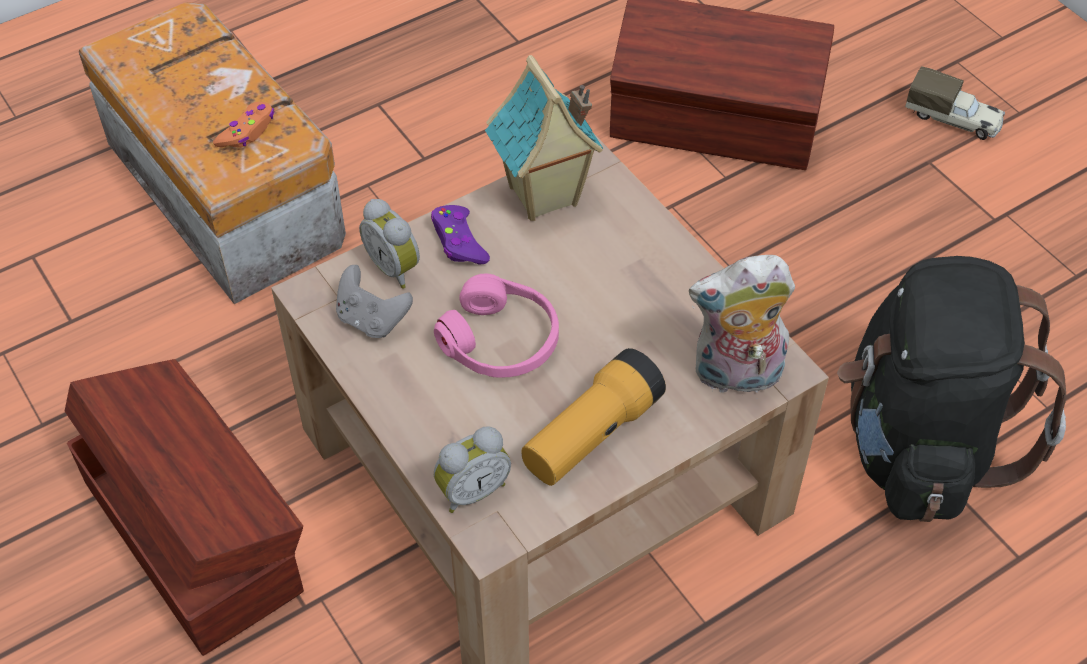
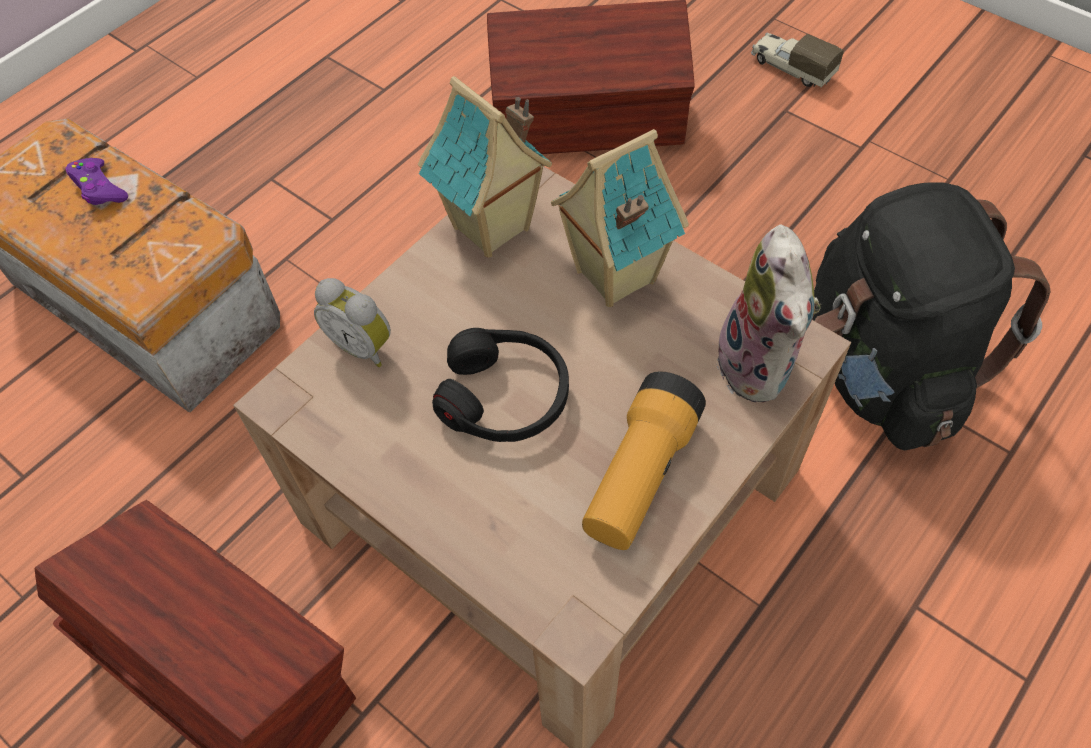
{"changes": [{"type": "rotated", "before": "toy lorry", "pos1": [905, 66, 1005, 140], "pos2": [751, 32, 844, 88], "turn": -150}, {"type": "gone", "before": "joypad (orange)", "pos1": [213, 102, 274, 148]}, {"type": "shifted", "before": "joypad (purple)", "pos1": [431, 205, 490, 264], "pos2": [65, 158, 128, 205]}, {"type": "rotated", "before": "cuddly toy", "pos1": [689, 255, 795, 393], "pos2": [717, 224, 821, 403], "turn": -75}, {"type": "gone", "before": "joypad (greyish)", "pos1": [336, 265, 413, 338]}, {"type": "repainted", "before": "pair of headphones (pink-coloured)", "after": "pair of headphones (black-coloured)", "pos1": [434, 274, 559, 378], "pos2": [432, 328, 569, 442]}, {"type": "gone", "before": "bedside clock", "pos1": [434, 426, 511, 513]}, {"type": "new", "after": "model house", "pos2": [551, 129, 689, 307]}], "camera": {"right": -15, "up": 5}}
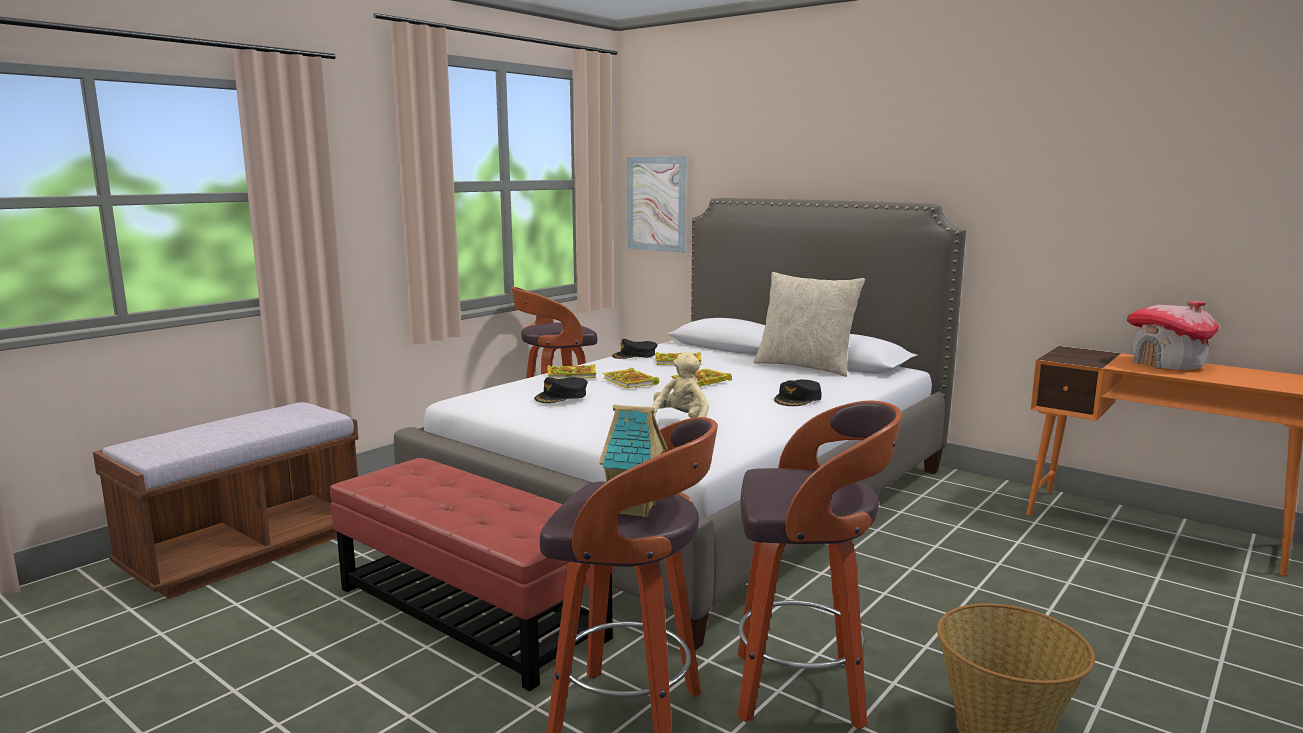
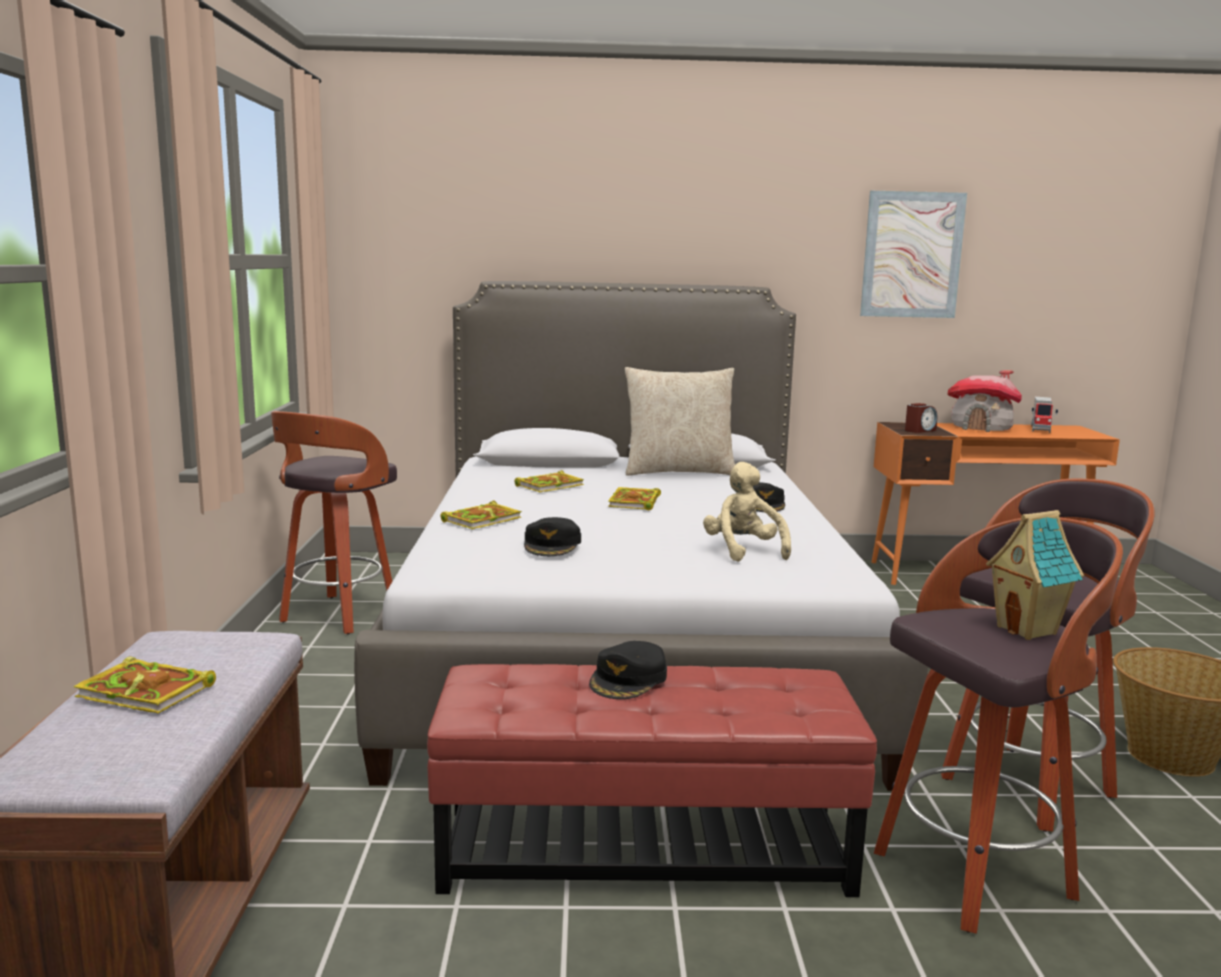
{"changes": [{"type": "shifted", "before": "wall picture", "pos1": [627, 156, 687, 253], "pos2": [860, 191, 967, 318]}, {"type": "shifted", "before": "peaked cap (black-coloured)", "pos1": [612, 339, 657, 359], "pos2": [589, 641, 667, 699]}, {"type": "shifted", "before": "book", "pos1": [603, 368, 659, 388], "pos2": [74, 656, 216, 713]}, {"type": "new", "after": "toy lorry", "pos2": [1031, 397, 1058, 433]}, {"type": "new", "after": "bedside clock", "pos2": [905, 403, 937, 433]}], "camera": {"right": -40, "up": 0}}
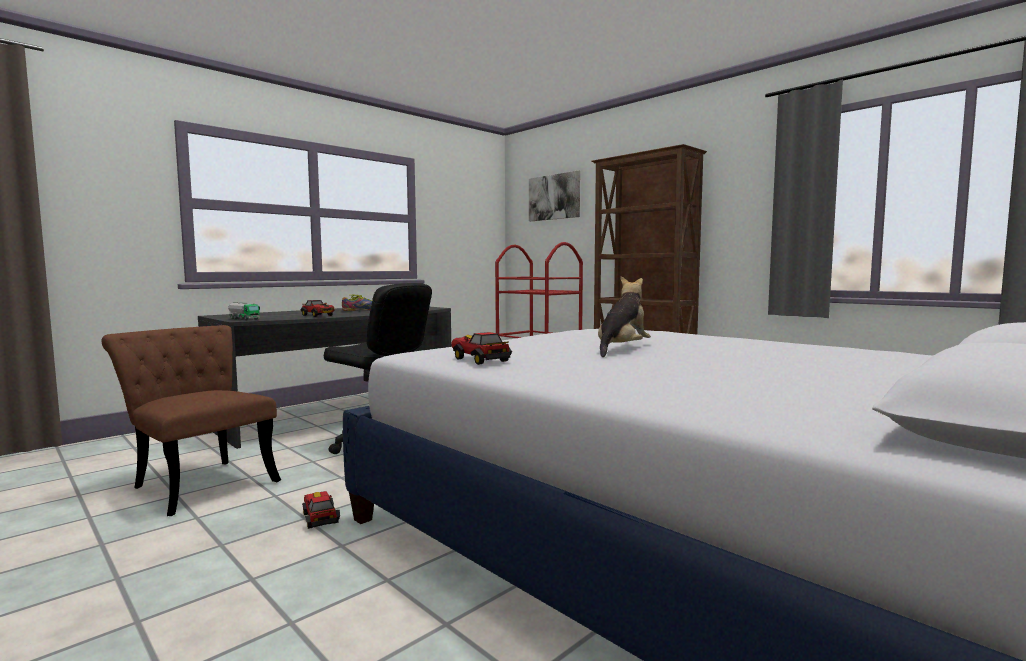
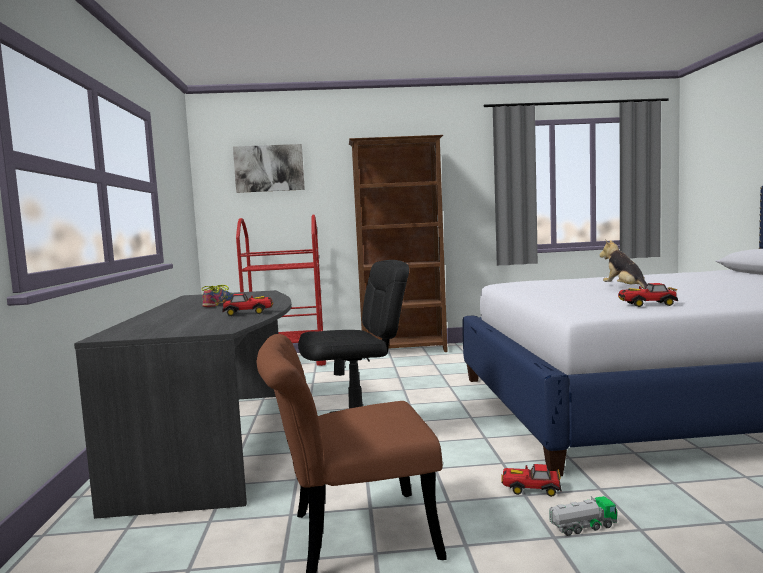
{"changes": [{"type": "shifted", "before": "toy lorry", "pos1": [228, 302, 260, 321], "pos2": [549, 496, 617, 536]}], "camera": {"right": -50, "up": 0}}
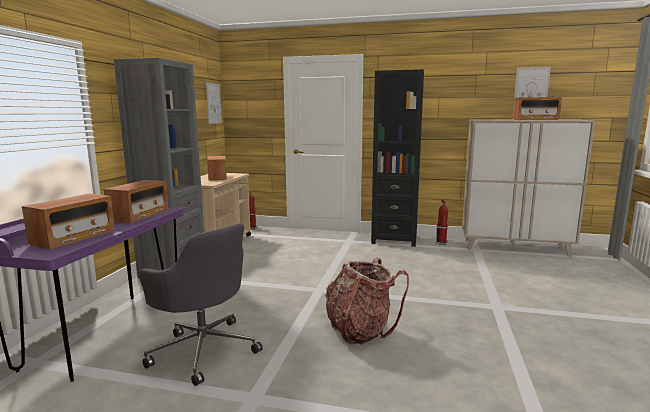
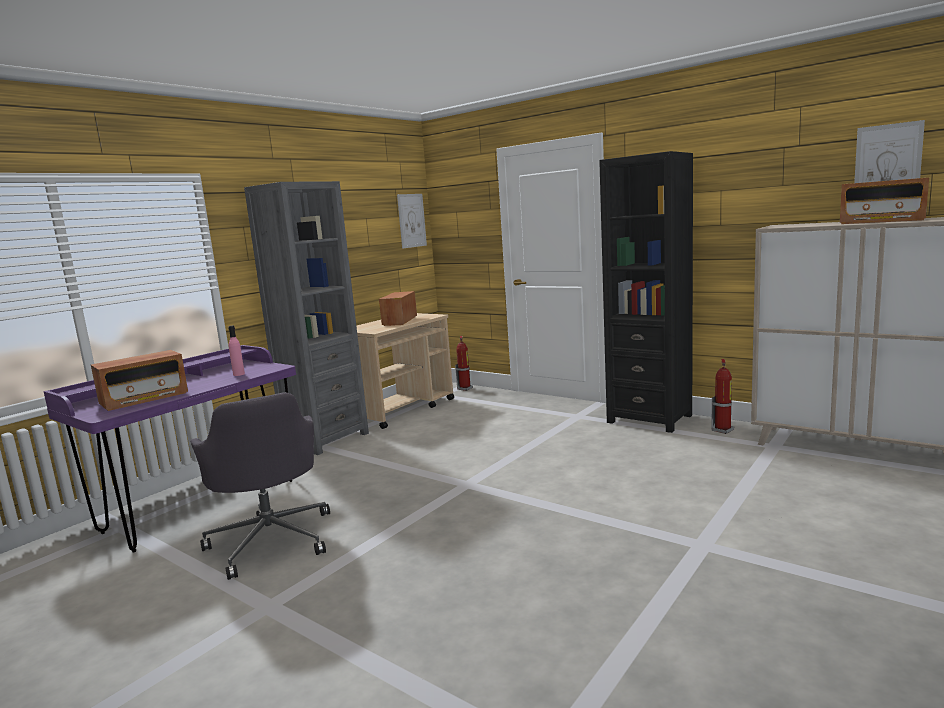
{"changes": [{"type": "swapped", "before": "radio set", "after": "drink bottle (pink-coloured)", "pos1": [104, 180, 168, 223], "pos2": [228, 325, 245, 376]}, {"type": "gone", "before": "backpack", "pos1": [325, 258, 409, 345]}], "camera": {"right": 25, "up": 0}}
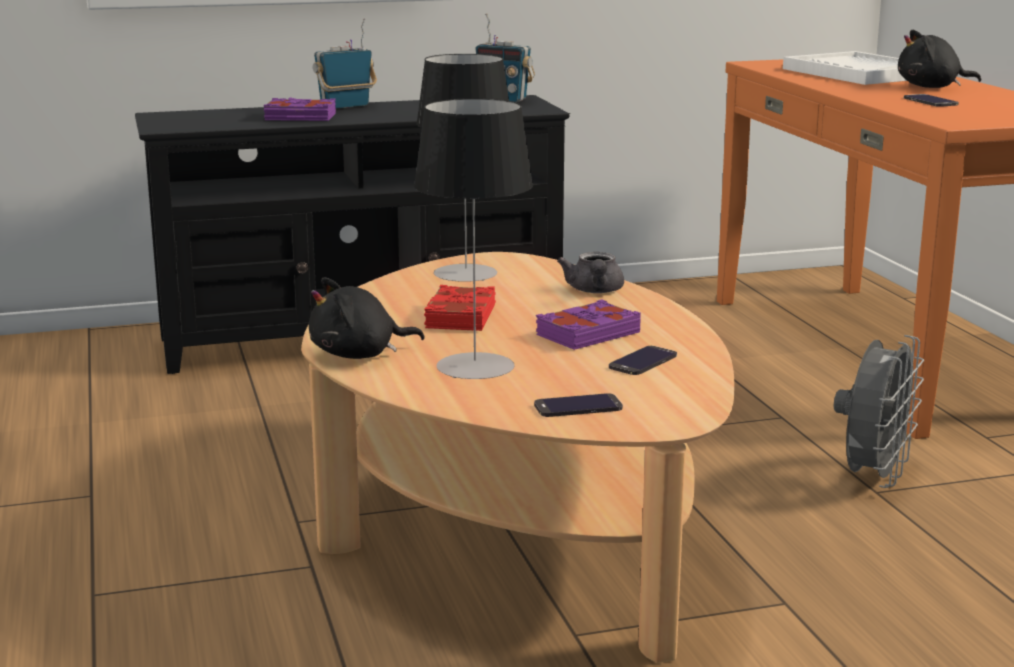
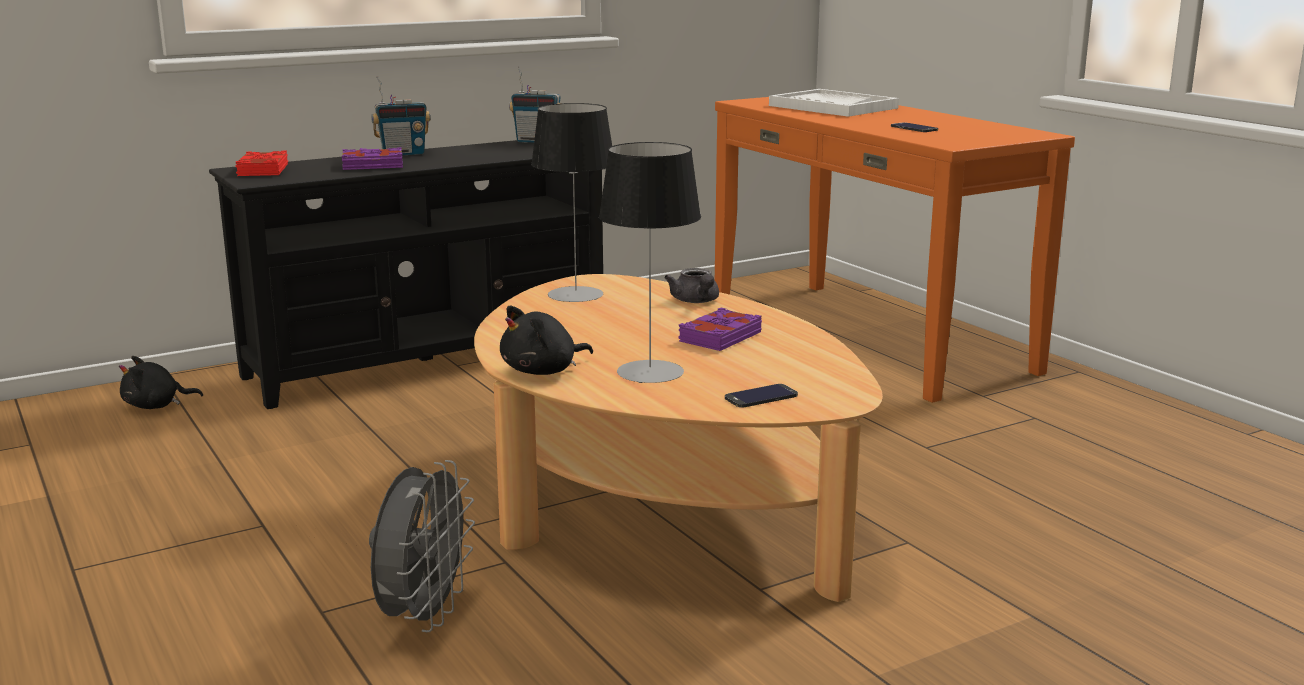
{"changes": [{"type": "rotated", "before": "radio set", "pos1": [313, 18, 377, 109], "pos2": [371, 76, 431, 155], "turn": -150}, {"type": "shifted", "before": "cuddly toy (black-coloured)", "pos1": [898, 30, 981, 88], "pos2": [119, 356, 203, 409]}, {"type": "shifted", "before": "book (red)", "pos1": [424, 285, 496, 331], "pos2": [235, 151, 288, 176]}, {"type": "shifted", "before": "electric fan (greyish)", "pos1": [834, 335, 924, 488], "pos2": [369, 460, 475, 632]}, {"type": "gone", "before": "handset", "pos1": [609, 346, 677, 375]}], "camera": {"right": -15, "up": 0}}
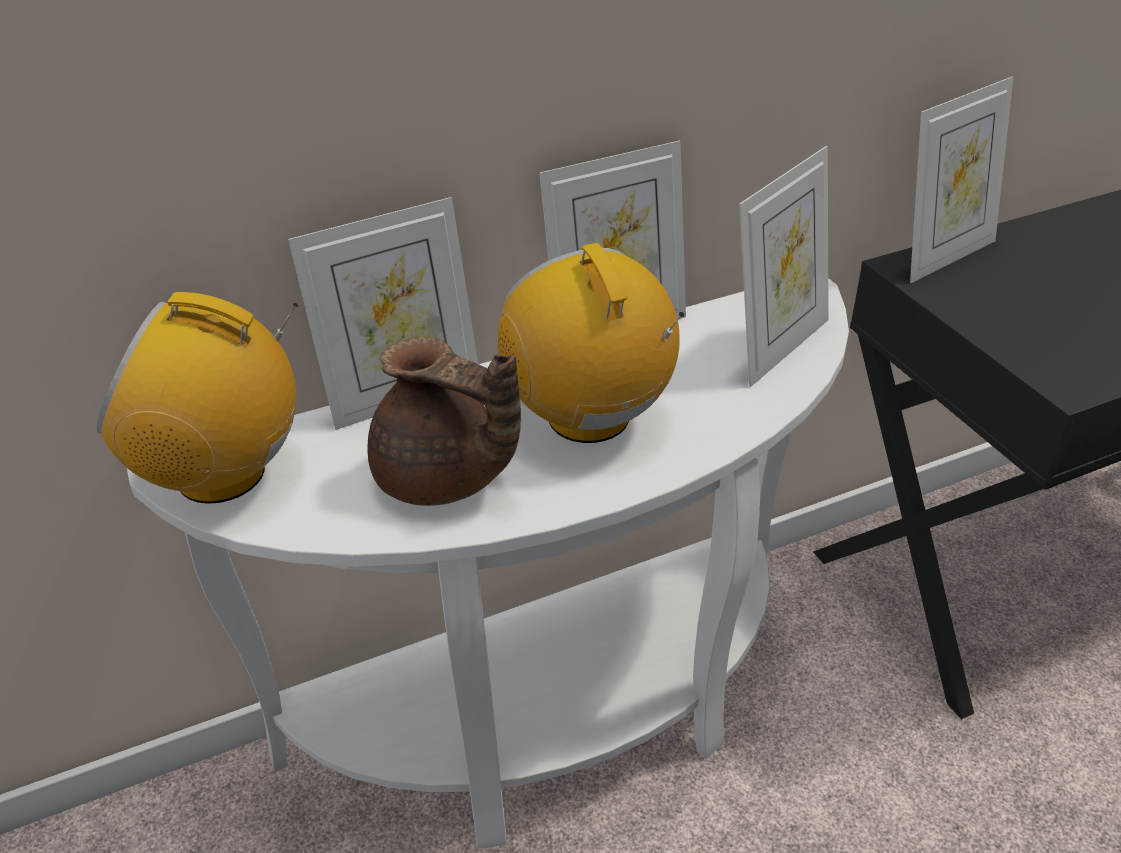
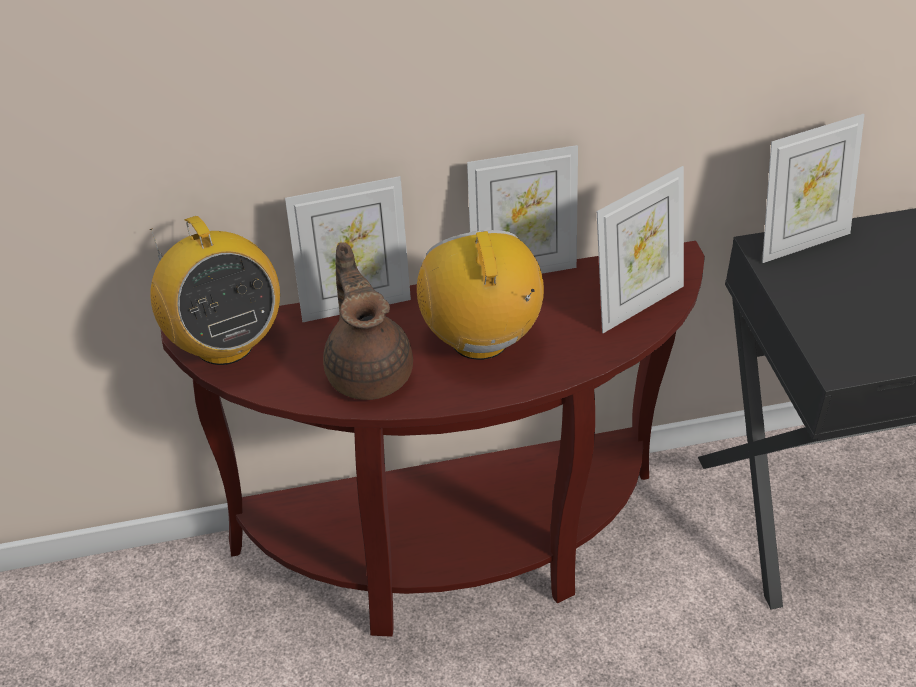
{"changes": [{"type": "repainted", "before": "narrow table (whitish)", "after": "narrow table (brown)", "pos1": [127, 278, 849, 849], "pos2": [161, 241, 705, 637]}, {"type": "rotated", "before": "radio set", "pos1": [97, 292, 298, 504], "pos2": [150, 216, 280, 365], "turn": -135}, {"type": "rotated", "before": "teapot (brown)", "pos1": [368, 337, 521, 506], "pos2": [323, 242, 413, 400], "turn": -150}], "camera": {"right": 10, "up": 5}}
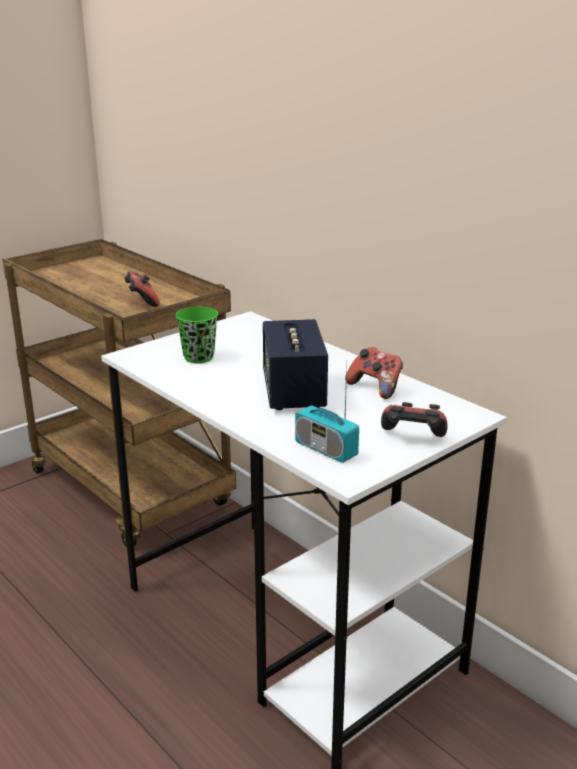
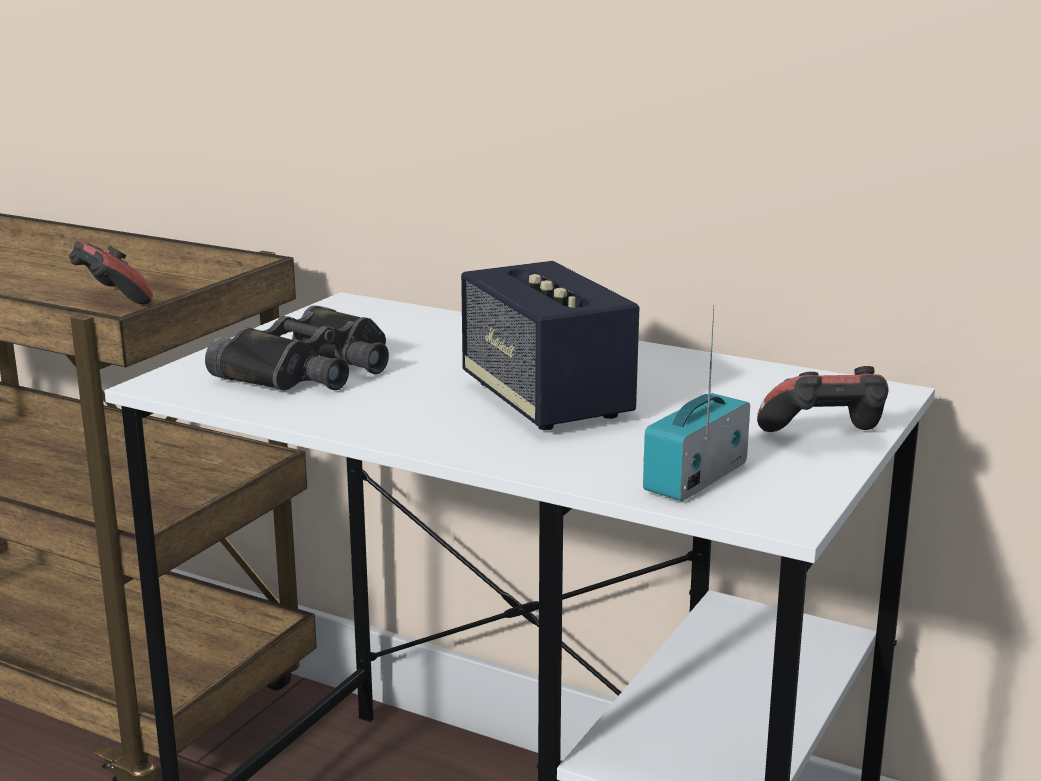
{"changes": [{"type": "swapped", "before": "drinking cup (green)", "after": "binoculars (black-coloured)", "pos1": [175, 307, 218, 363], "pos2": [205, 306, 389, 391]}, {"type": "gone", "before": "joypad", "pos1": [345, 347, 403, 399]}, {"type": "rotated", "before": "radio set", "pos1": [295, 366, 359, 463], "pos2": [643, 305, 750, 501], "turn": 105}], "camera": {"right": -20, "up": -5}}
